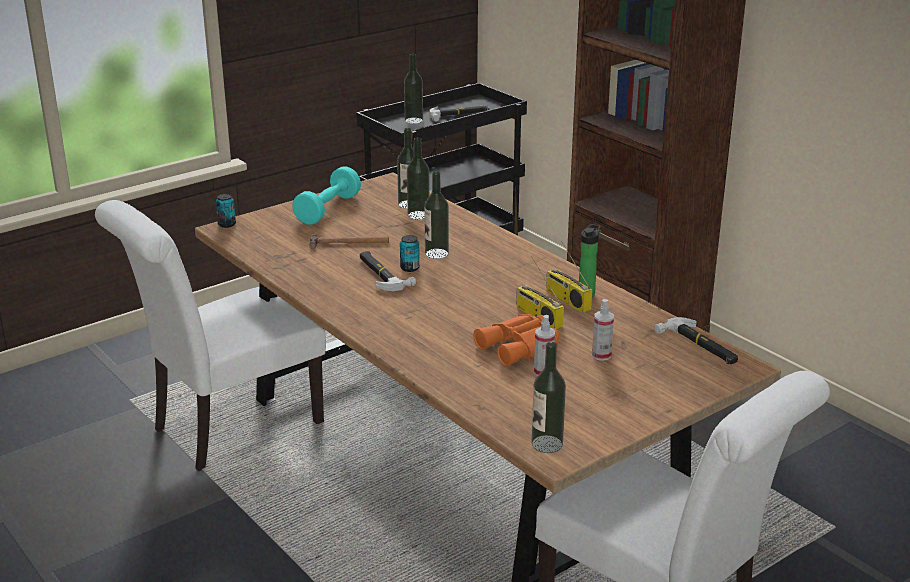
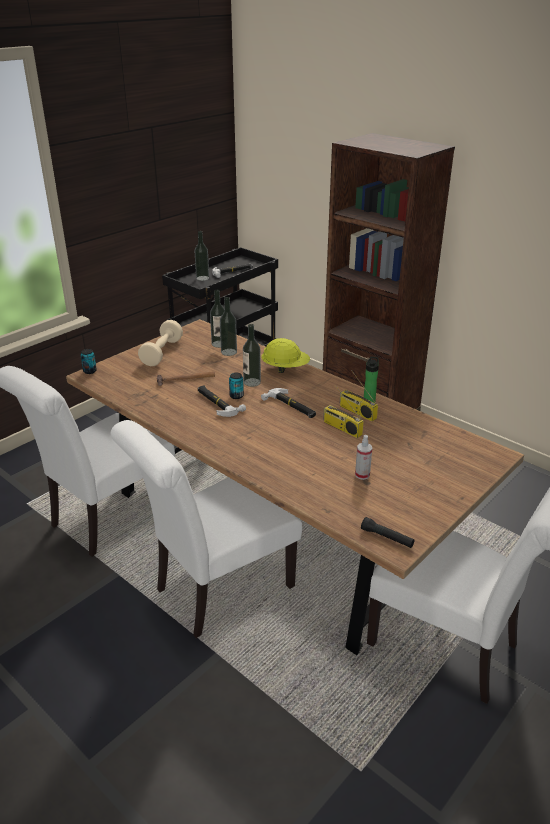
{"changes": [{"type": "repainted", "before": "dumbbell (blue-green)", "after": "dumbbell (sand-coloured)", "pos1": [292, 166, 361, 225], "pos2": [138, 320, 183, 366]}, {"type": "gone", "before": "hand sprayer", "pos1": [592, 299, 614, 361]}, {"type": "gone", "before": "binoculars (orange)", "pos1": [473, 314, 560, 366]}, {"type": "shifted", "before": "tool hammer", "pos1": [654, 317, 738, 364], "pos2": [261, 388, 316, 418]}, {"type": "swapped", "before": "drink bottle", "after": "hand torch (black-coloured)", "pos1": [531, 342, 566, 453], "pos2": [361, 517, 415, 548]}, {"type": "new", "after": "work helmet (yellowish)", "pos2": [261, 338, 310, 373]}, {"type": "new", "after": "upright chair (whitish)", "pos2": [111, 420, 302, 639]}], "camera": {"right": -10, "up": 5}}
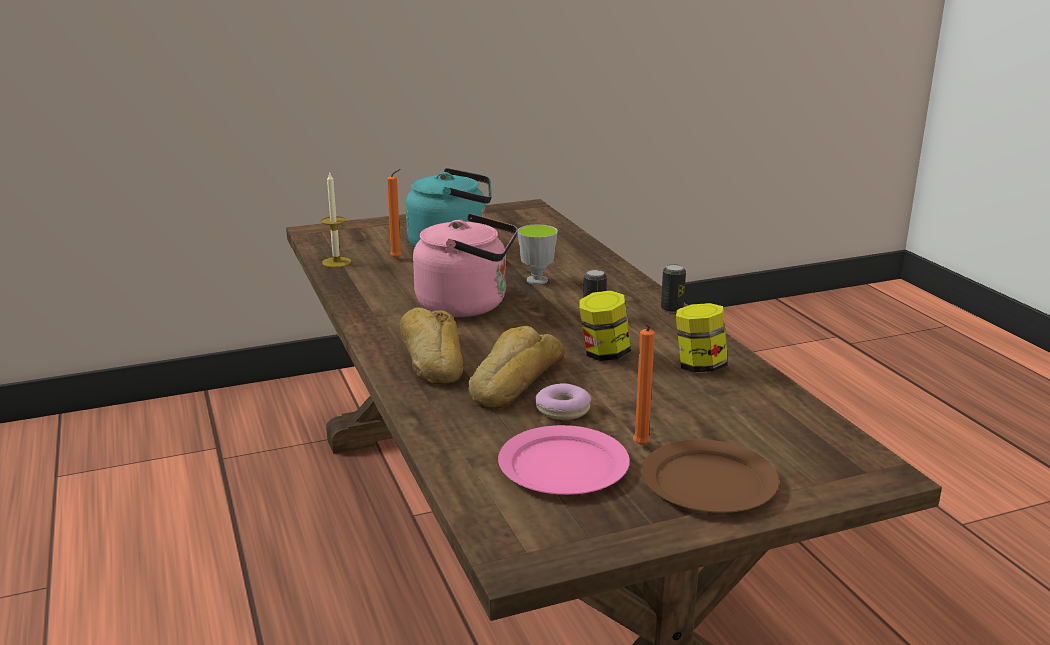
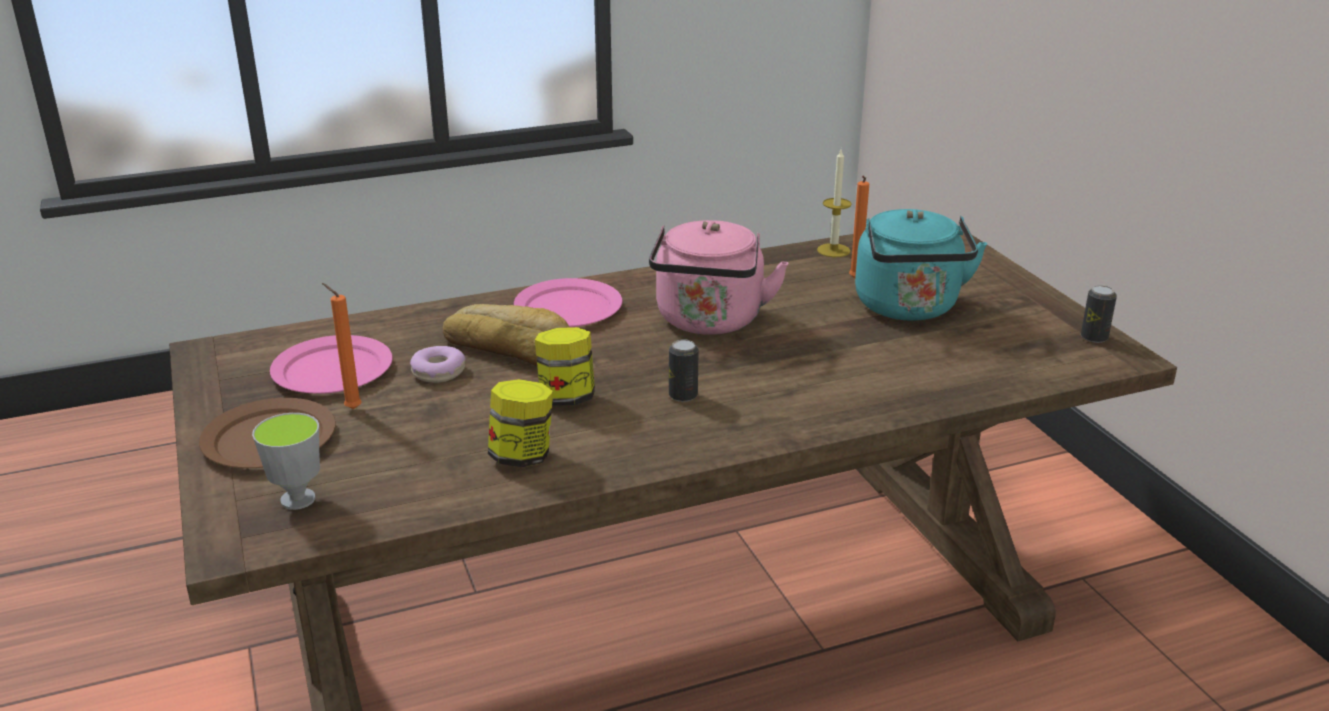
{"changes": [{"type": "shifted", "before": "drinking cup", "pos1": [518, 224, 558, 285], "pos2": [252, 413, 320, 510]}, {"type": "shifted", "before": "can", "pos1": [661, 264, 686, 313], "pos2": [1081, 285, 1117, 343]}, {"type": "swapped", "before": "baked bread", "after": "plate (pink-coloured)", "pos1": [400, 307, 463, 384], "pos2": [514, 278, 622, 327]}], "camera": {"right": 90, "up": 5}}
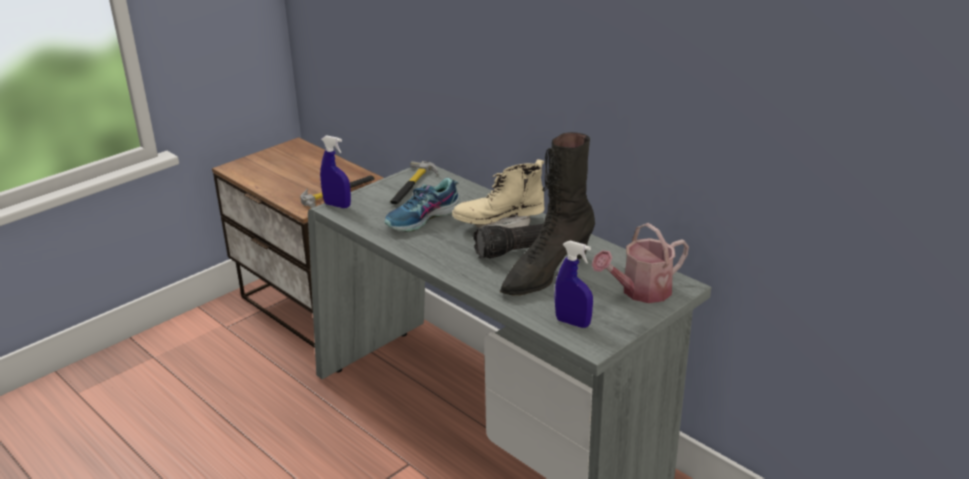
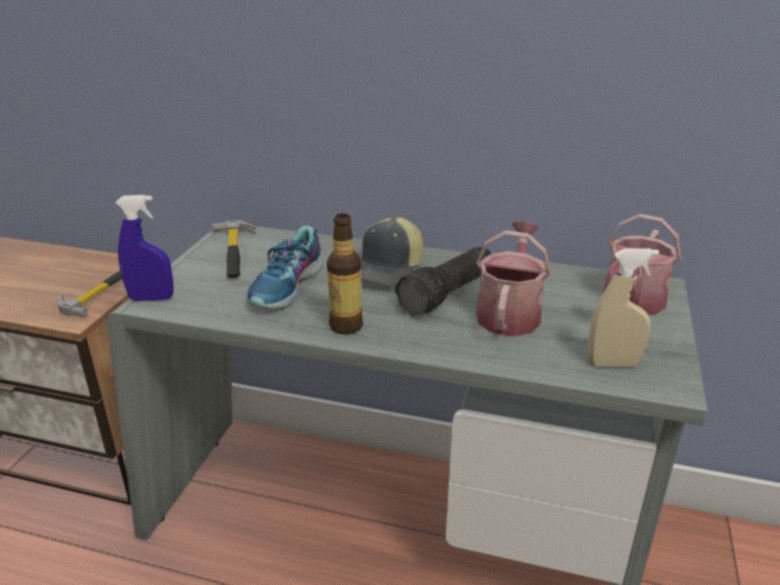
{"changes": [{"type": "swapped", "before": "tall boot (black-coloured)", "after": "watering can", "pos1": [500, 132, 595, 296], "pos2": [476, 221, 551, 336]}, {"type": "swapped", "before": "tall boot (sand-coloured)", "after": "peaked cap", "pos1": [452, 159, 545, 228], "pos2": [361, 217, 423, 288]}, {"type": "repainted", "before": "hand sprayer (blue)", "after": "hand sprayer (sand-coloured)", "pos1": [554, 241, 593, 328], "pos2": [588, 249, 659, 367]}, {"type": "new", "after": "drink bottle", "pos2": [327, 213, 363, 334]}], "camera": {"right": -30, "up": 0}}
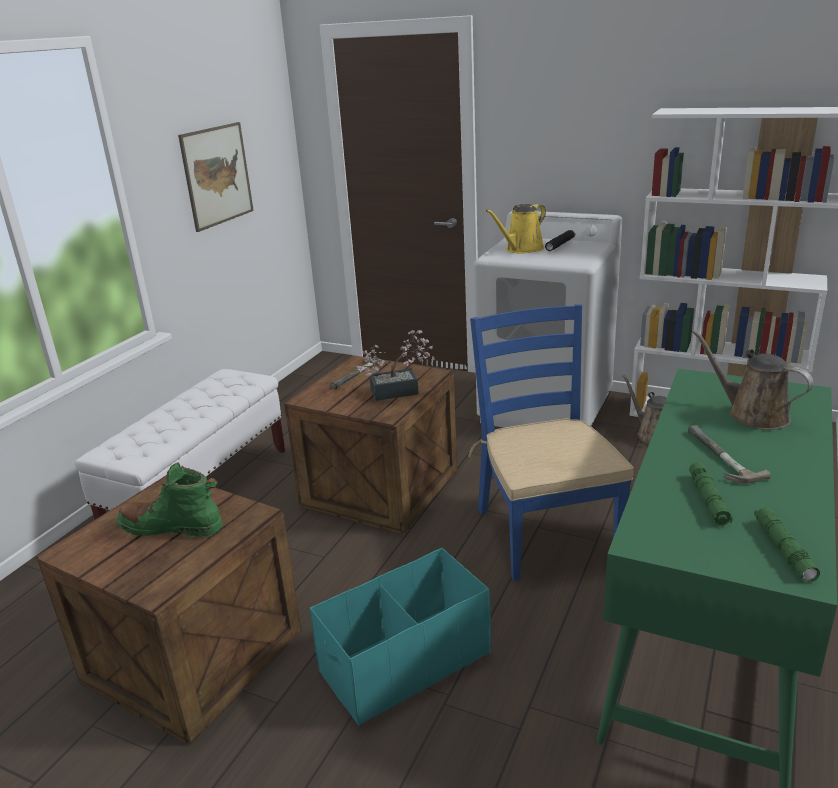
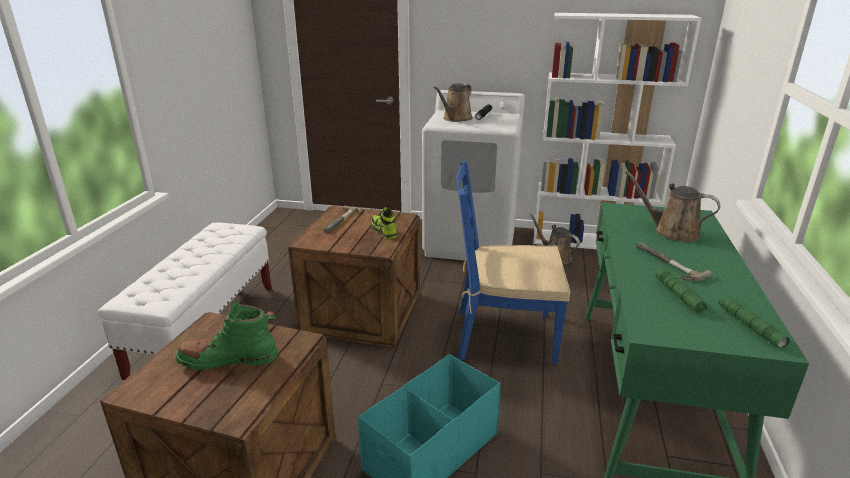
{"changes": [{"type": "gone", "before": "wall picture", "pos1": [178, 122, 254, 232]}, {"type": "repainted", "before": "watering can (yellowish)", "after": "watering can (brown)", "pos1": [486, 204, 546, 254], "pos2": [434, 83, 473, 122]}, {"type": "rotated", "before": "upright chair (blue)", "pos1": [468, 304, 634, 581], "pos2": [456, 161, 571, 364], "turn": -60}, {"type": "swapped", "before": "potted plant", "after": "item of footwear", "pos1": [357, 330, 435, 401], "pos2": [371, 208, 397, 239]}], "camera": {"right": -15, "up": 0}}
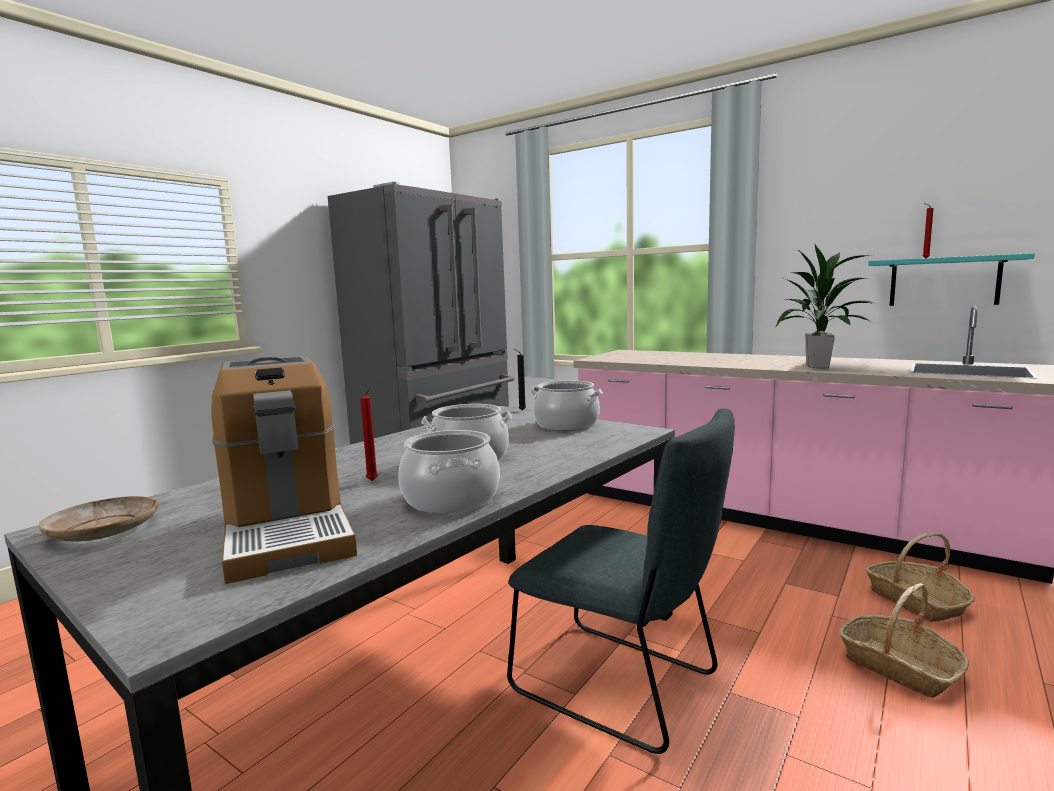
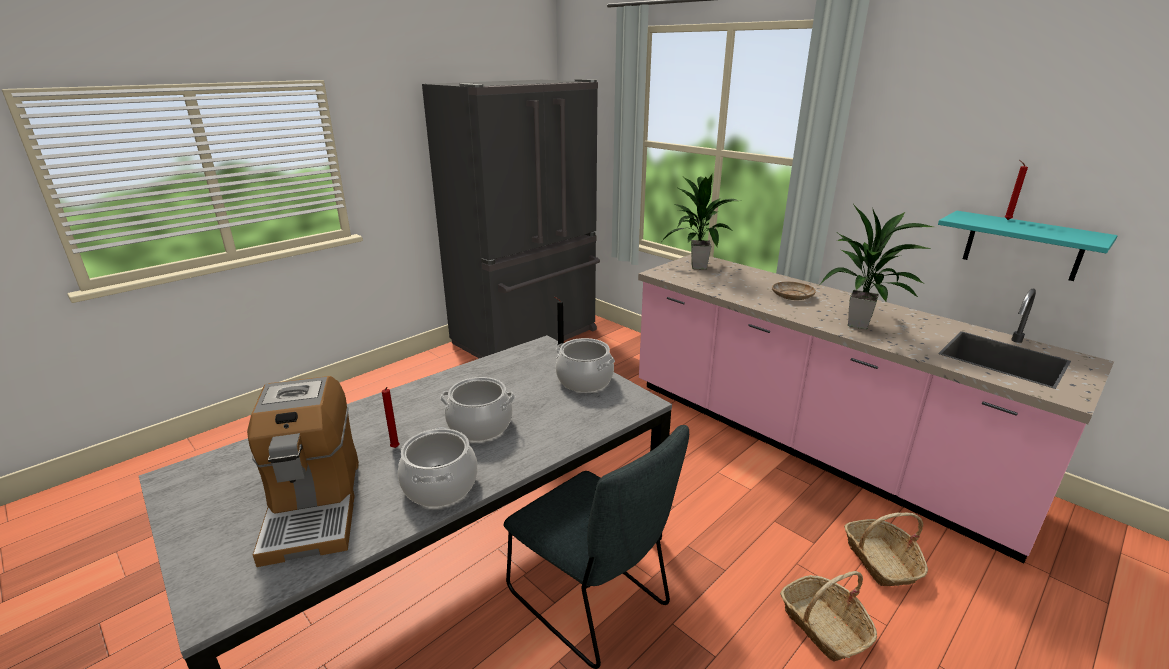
{"changes": [{"type": "shifted", "before": "plate (sand-coloured)", "pos1": [39, 496, 158, 542], "pos2": [772, 282, 816, 300]}, {"type": "new", "after": "potted plant", "pos2": [662, 175, 739, 269]}], "camera": {"right": 10, "up": 15}}
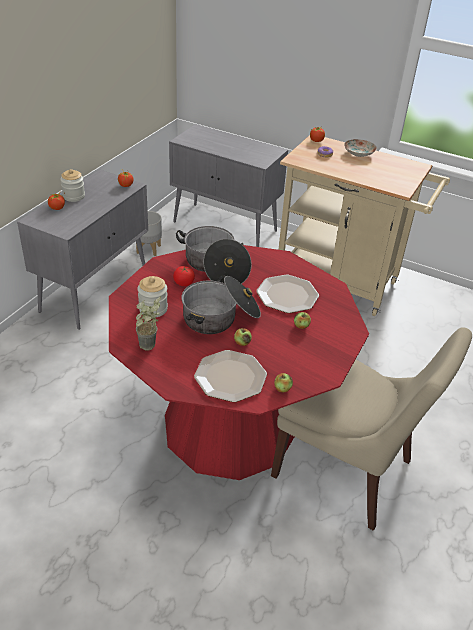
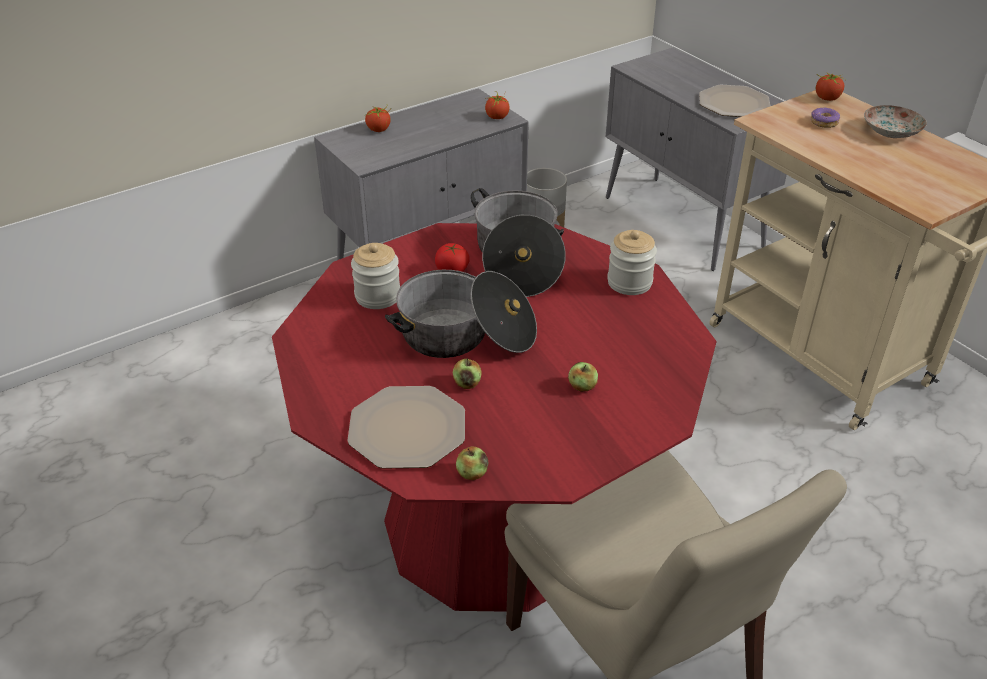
{"changes": [{"type": "shifted", "before": "storage jar", "pos1": [60, 169, 85, 202], "pos2": [607, 230, 657, 295]}, {"type": "shifted", "before": "plate", "pos1": [256, 274, 319, 313], "pos2": [699, 85, 770, 117]}, {"type": "gone", "before": "potted plant", "pos1": [136, 296, 161, 351]}], "camera": {"right": 30, "up": 0}}
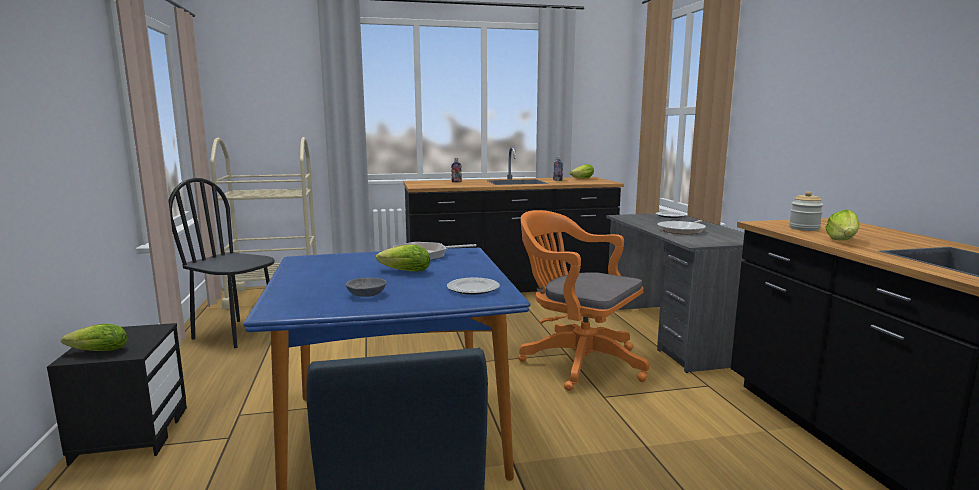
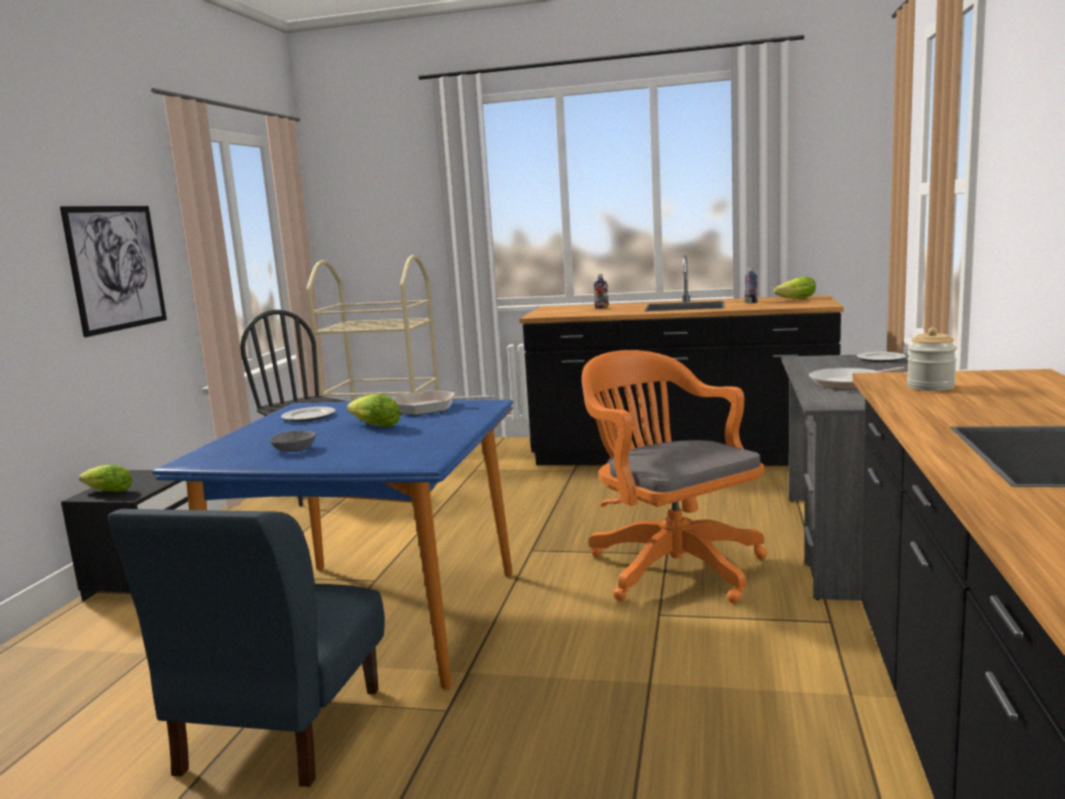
{"changes": [{"type": "gone", "before": "lettuce", "pos1": [825, 209, 859, 241]}, {"type": "shifted", "before": "plate", "pos1": [447, 278, 500, 295], "pos2": [281, 407, 335, 422]}, {"type": "new", "after": "wall picture", "pos2": [60, 206, 167, 337]}], "camera": {"right": 25, "up": 0}}
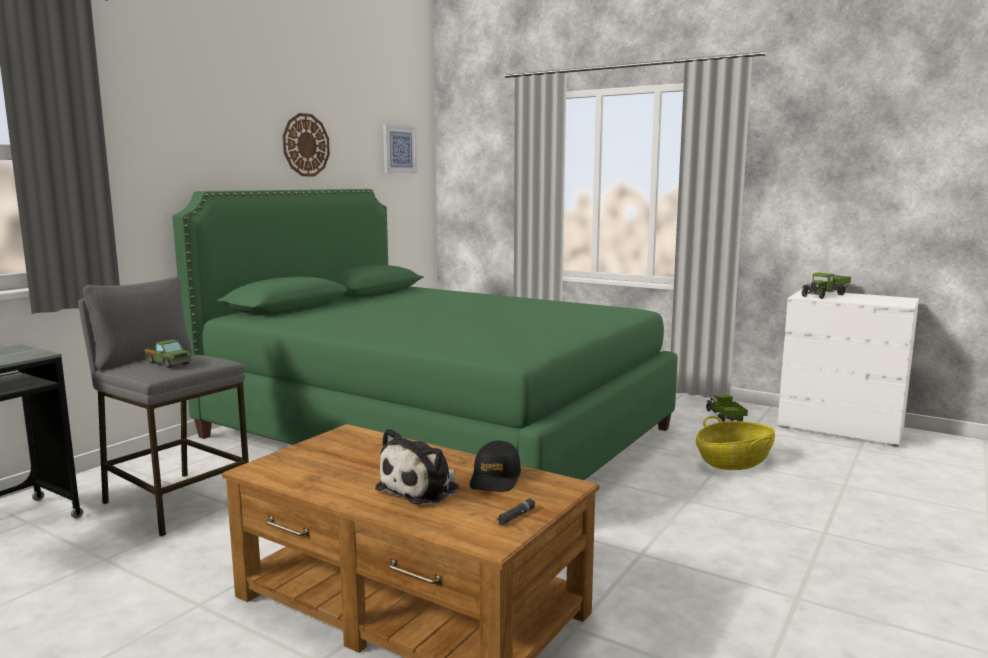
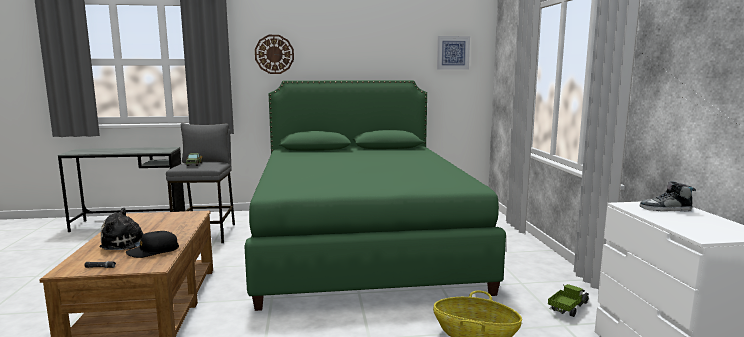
{"changes": [{"type": "shifted", "before": "hanging clock", "pos1": [283, 113, 330, 176], "pos2": [255, 35, 294, 74]}, {"type": "swapped", "before": "toy lorry", "after": "item of footwear", "pos1": [802, 272, 851, 299], "pos2": [640, 181, 696, 212]}], "camera": {"right": 50, "up": 0}}
